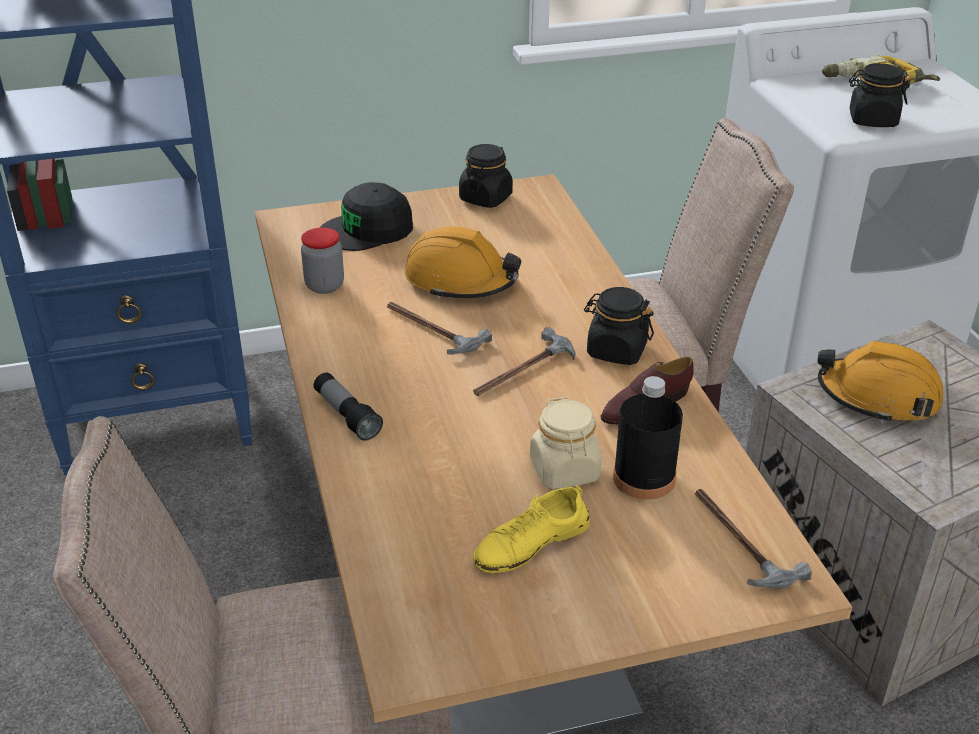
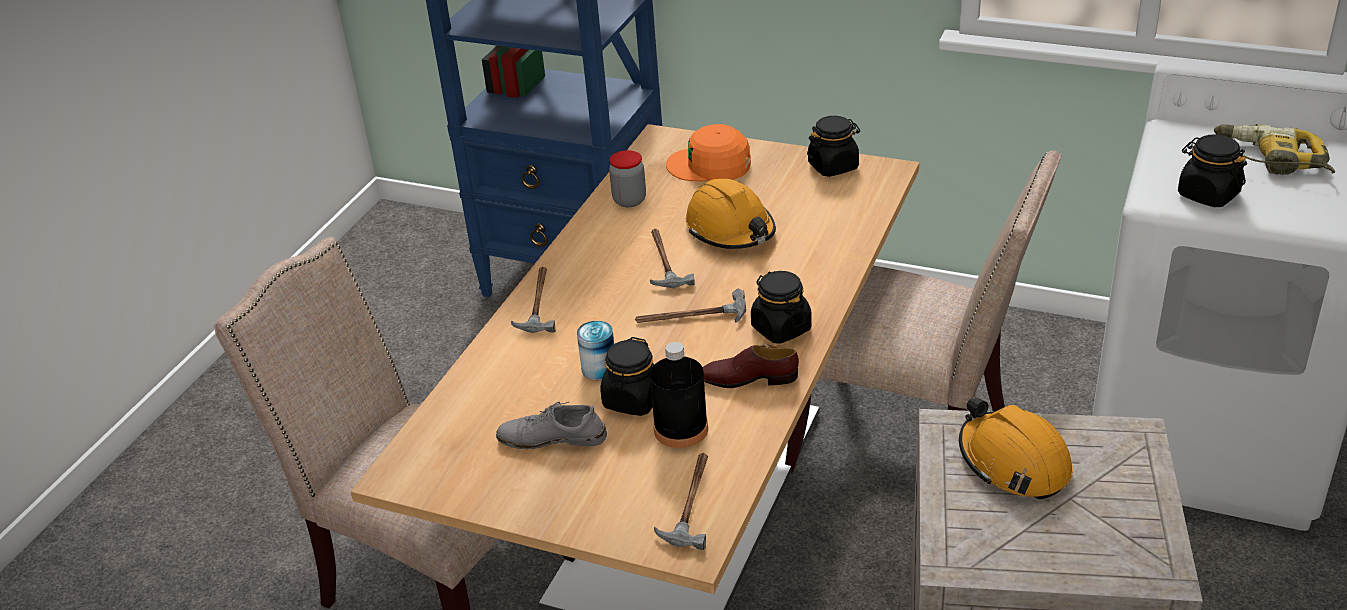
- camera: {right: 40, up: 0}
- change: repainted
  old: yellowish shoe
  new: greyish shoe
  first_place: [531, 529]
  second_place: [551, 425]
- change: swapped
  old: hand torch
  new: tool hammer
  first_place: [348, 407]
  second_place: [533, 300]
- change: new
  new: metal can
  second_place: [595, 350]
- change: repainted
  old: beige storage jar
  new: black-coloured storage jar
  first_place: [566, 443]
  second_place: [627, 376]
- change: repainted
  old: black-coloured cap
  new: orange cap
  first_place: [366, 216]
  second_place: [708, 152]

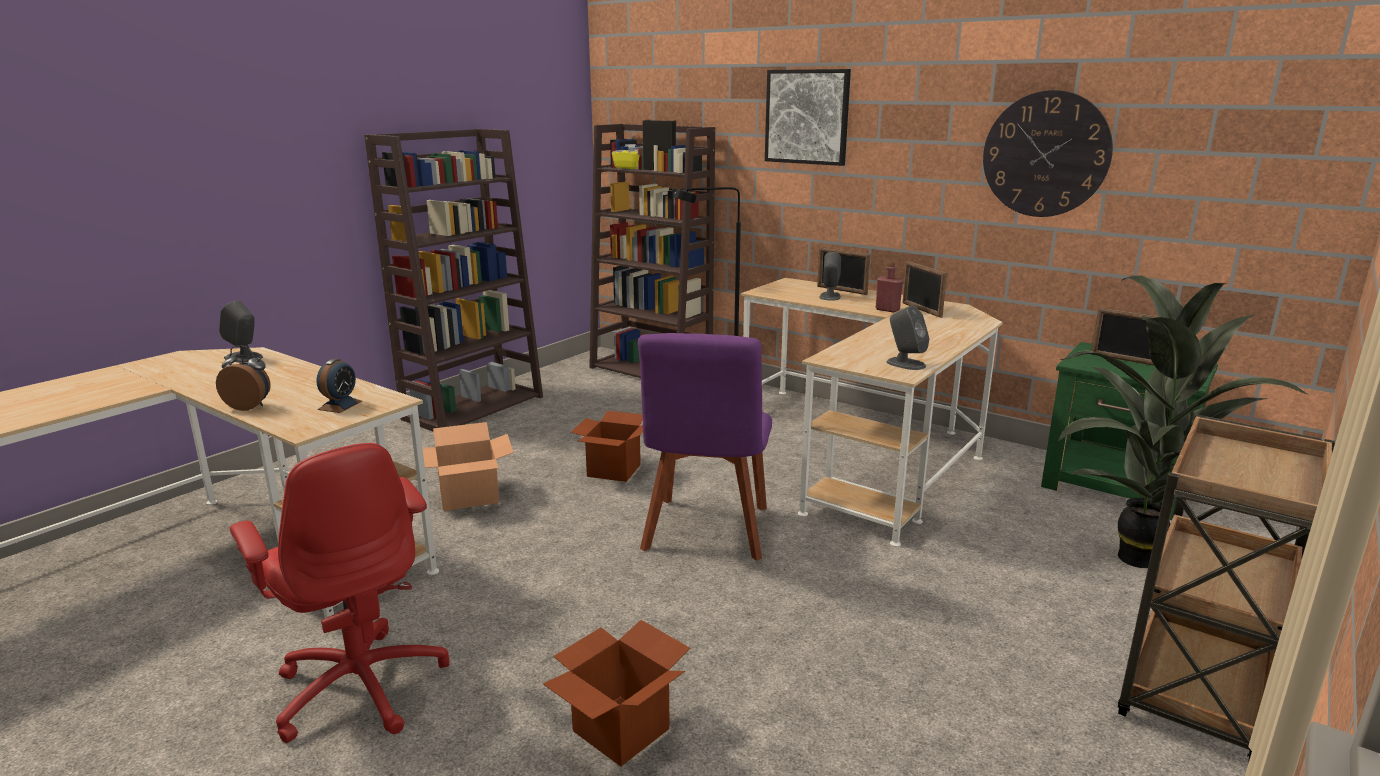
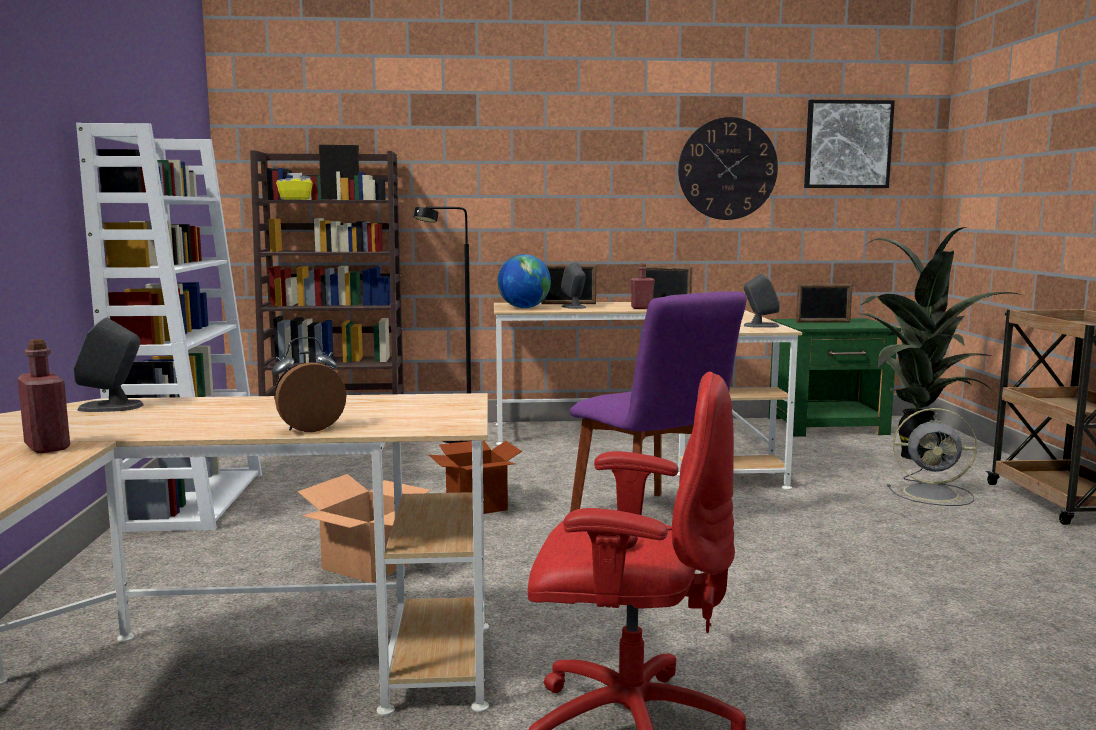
- camera: {right: -40, up: -10}
- change: new
  new: red-coloured beverage bottle
  second_place: [43, 396]
- change: repainted
  old: brownish bookcase
  new: white-coloured bookcase
  first_place: [453, 280]
  second_place: [169, 327]
- change: new
  new: world globe
  second_place: [524, 281]
- change: shifted
  old: wall art
  first_place: [808, 117]
  second_place: [849, 144]
- change: new
  new: greyish electric fan
  second_place: [932, 457]
- change: gone
  old: bedside clock
  first_place: [339, 386]
- change: gone
  old: carton
  first_place: [617, 693]

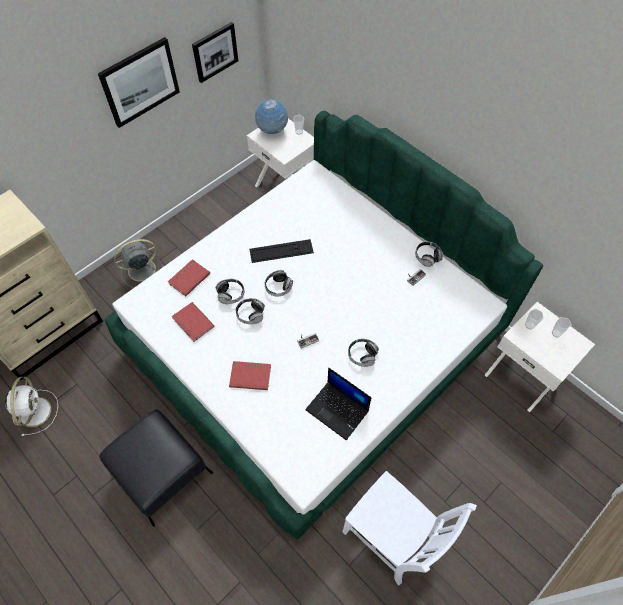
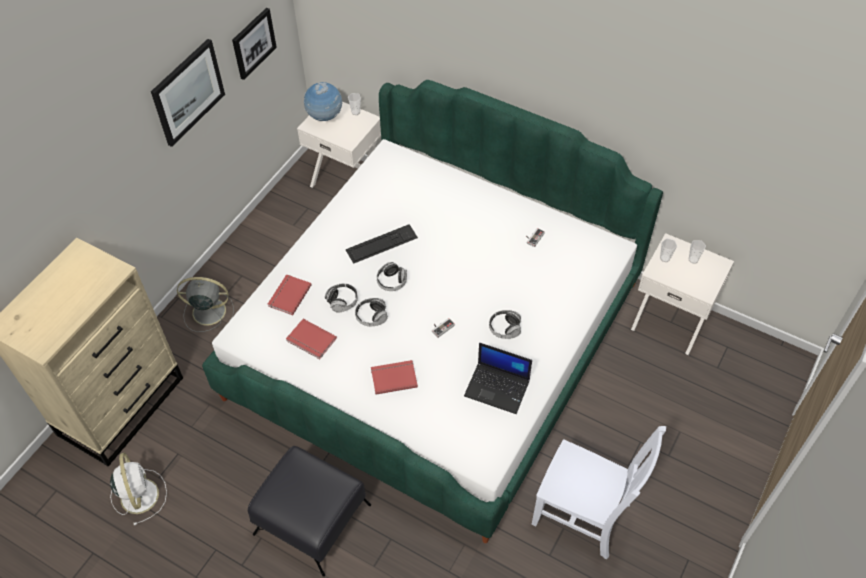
- camera: {right: -15, up: -5}
- change: rotated
  old: greyish electric fan
  first_place: [139, 263]
  second_place: [205, 304]
  degrees: 45
- change: gone
  old: headphones
  first_place: [429, 254]

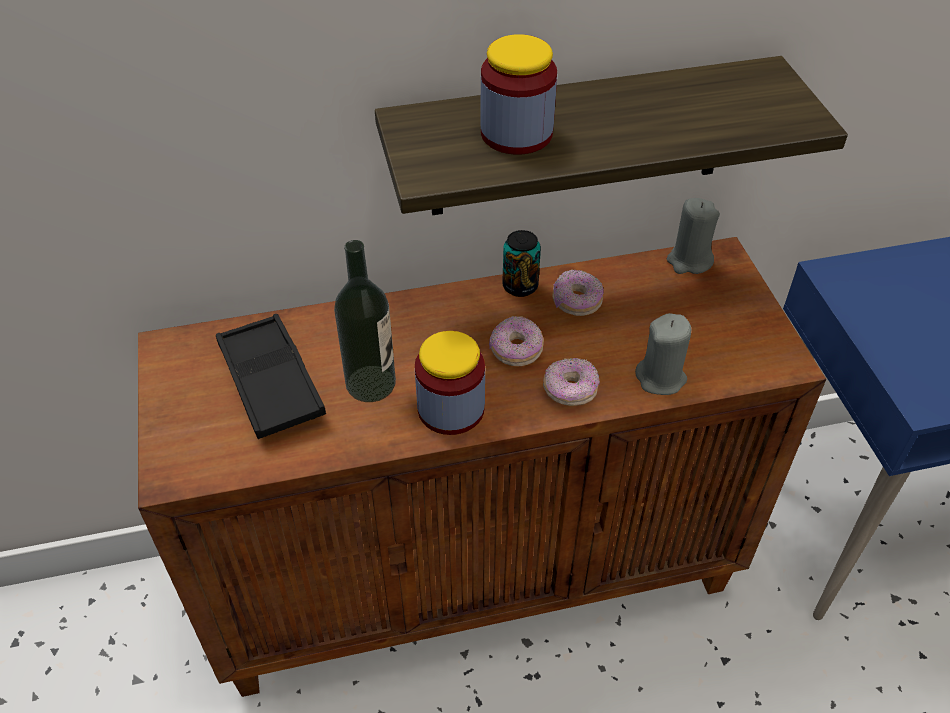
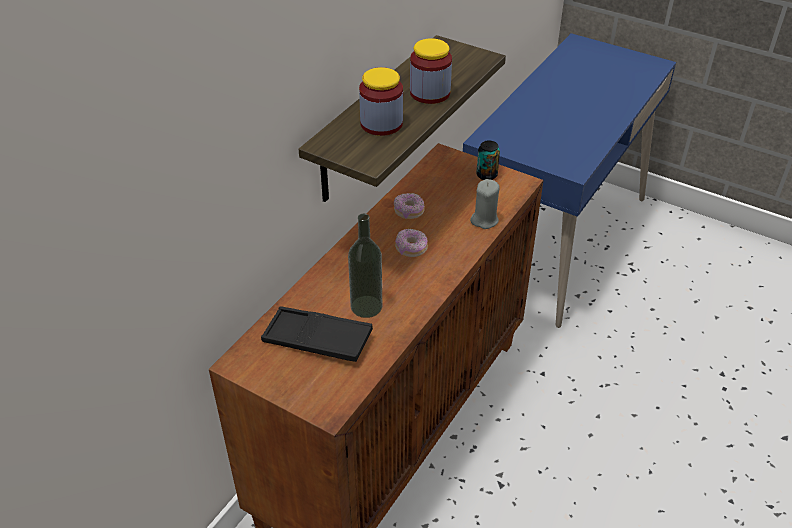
- camera: {right: -45, up: -5}
- change: shifted
  old: storage jar
  first_place: [450, 383]
  second_place: [431, 71]
- change: shifted
  old: metal can
  first_place: [521, 263]
  second_place: [488, 160]
- change: gone
  old: doughnut
  first_place: [571, 382]
- change: gone
  old: greyish wax light
  first_place: [693, 236]

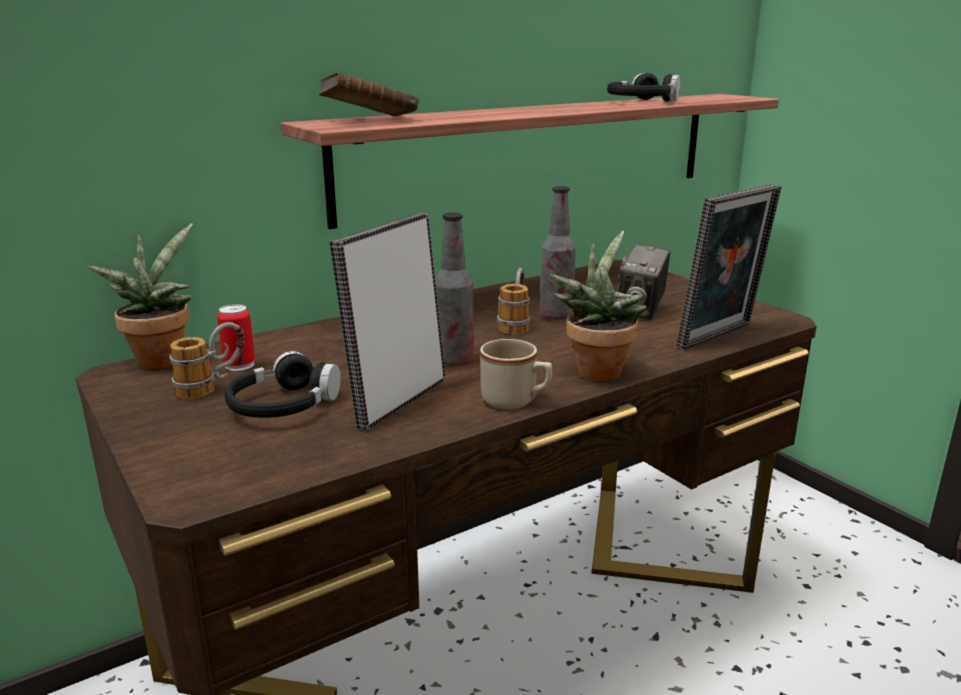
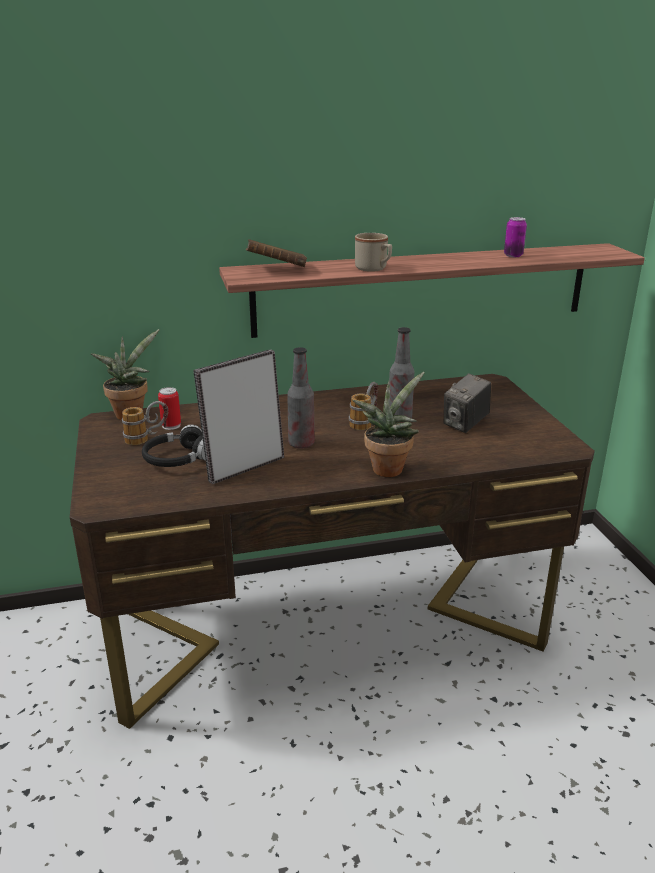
- camera: {right: 20, up: 5}
- change: shifted
  old: beige mug
  first_place: [516, 374]
  second_place: [373, 252]
- change: swapped
  old: black-coloured headphones
  new: metal can
  first_place: [643, 87]
  second_place: [515, 237]
- change: gone
  old: picture frame
  first_place: [729, 266]

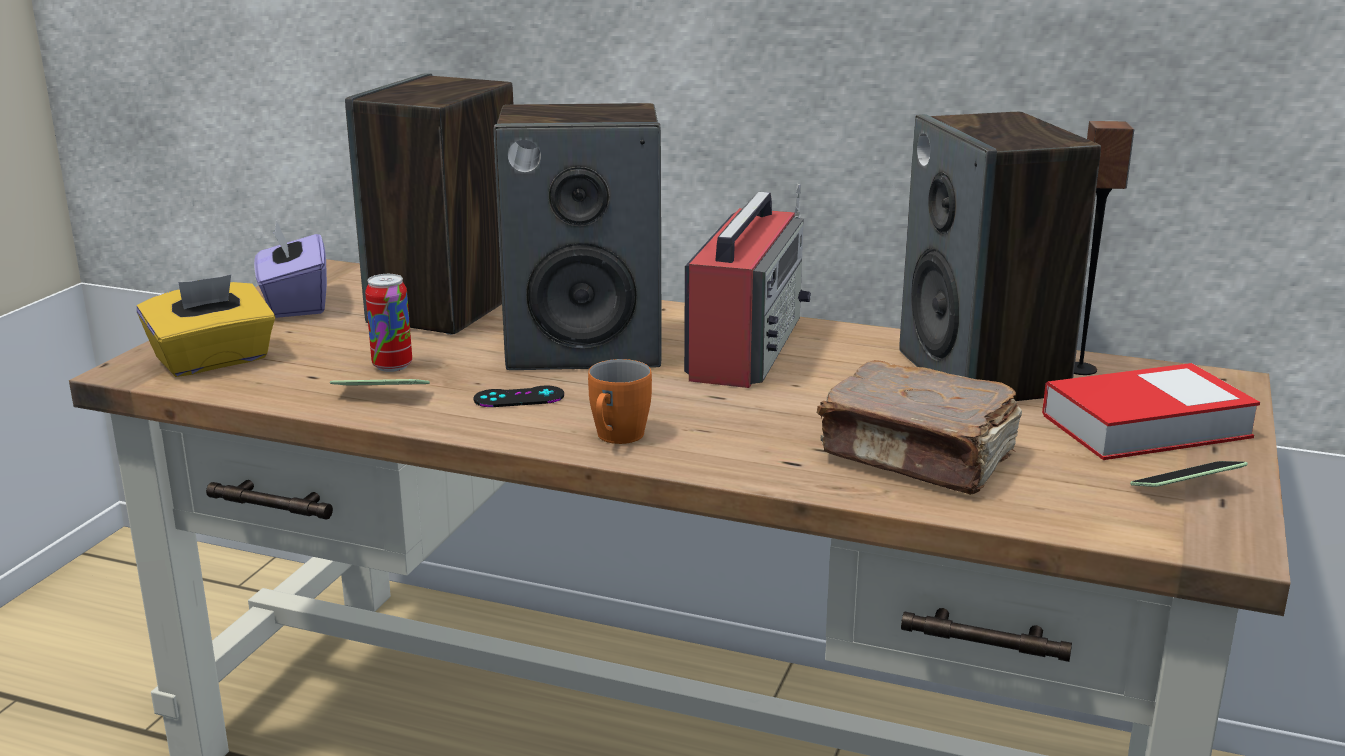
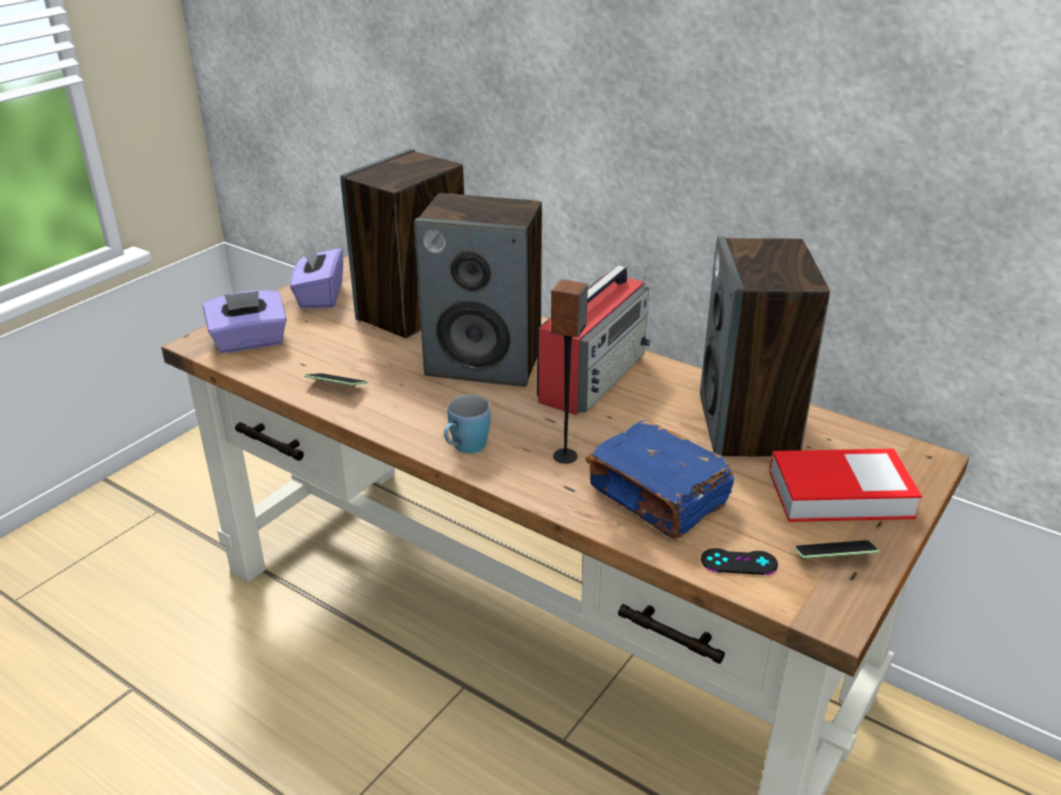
- camera: {right: 15, up: 10}
- change: repainted
  old: yellowish box of tissues
  new: purple-coloured box of tissues
  first_place: [206, 326]
  second_place: [245, 321]
- change: repainted
  old: orange mug
  new: blue-coloured mug
  first_place: [620, 401]
  second_place: [467, 424]
- change: shifted
  old: loudspeaker
  first_place: [1104, 248]
  second_place: [569, 371]
- change: repainted
  old: brownish book
  new: blue-coloured book
  first_place: [919, 427]
  second_place: [660, 479]
- change: shifted
  old: black-coloured gamepad
  first_place: [518, 396]
  second_place: [739, 561]
- change: gone
  old: metal can
  first_place: [388, 323]

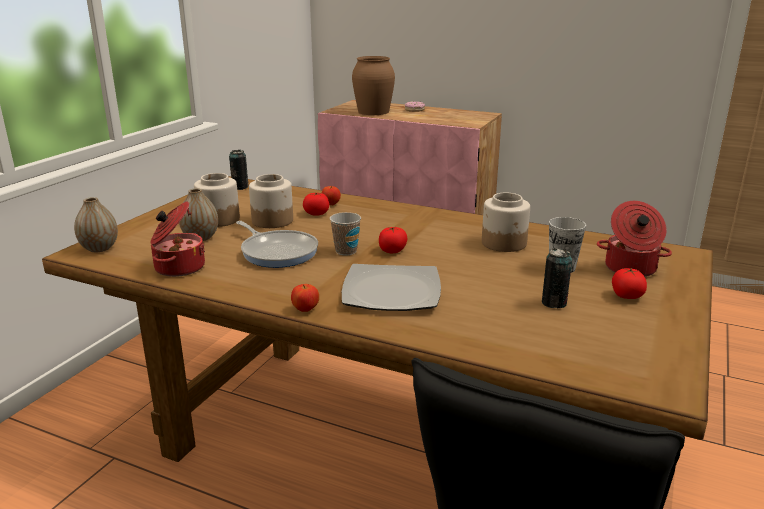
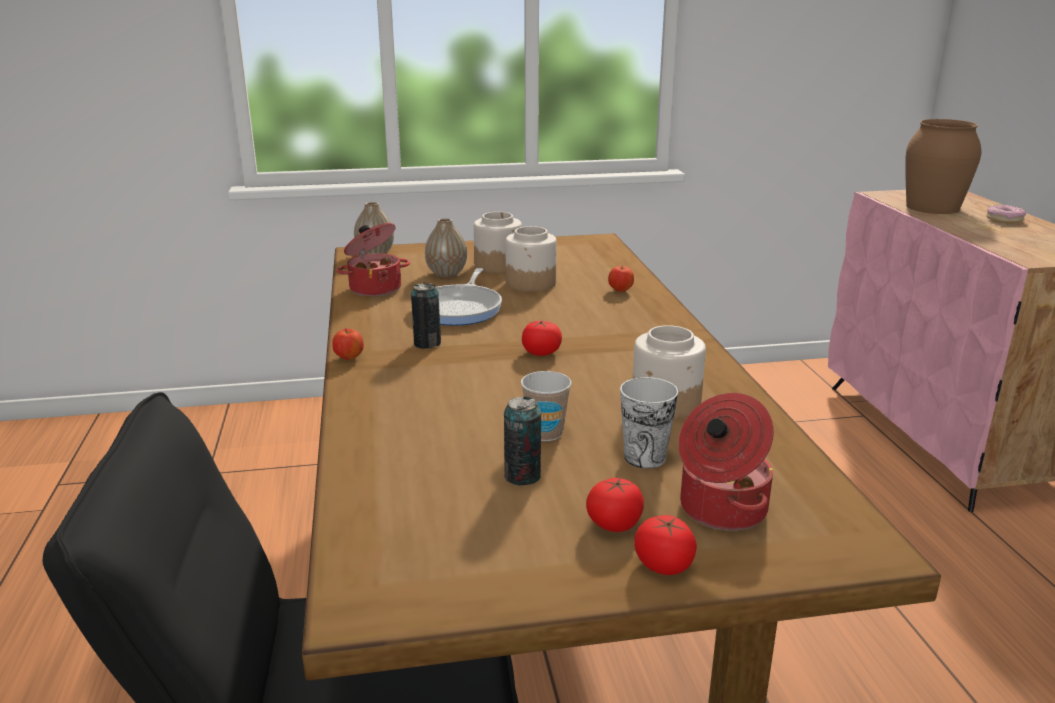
- camera: {right: 55, up: 0}
- change: shifted
  old: metal can
  first_place: [239, 170]
  second_place: [426, 316]
- change: shifted
  old: small cup
  first_place: [345, 234]
  second_place: [546, 406]
- change: shifted
  old: whole tomato
  first_place: [316, 204]
  second_place: [665, 545]
- change: gone
  old: dinner plate
  first_place: [391, 287]

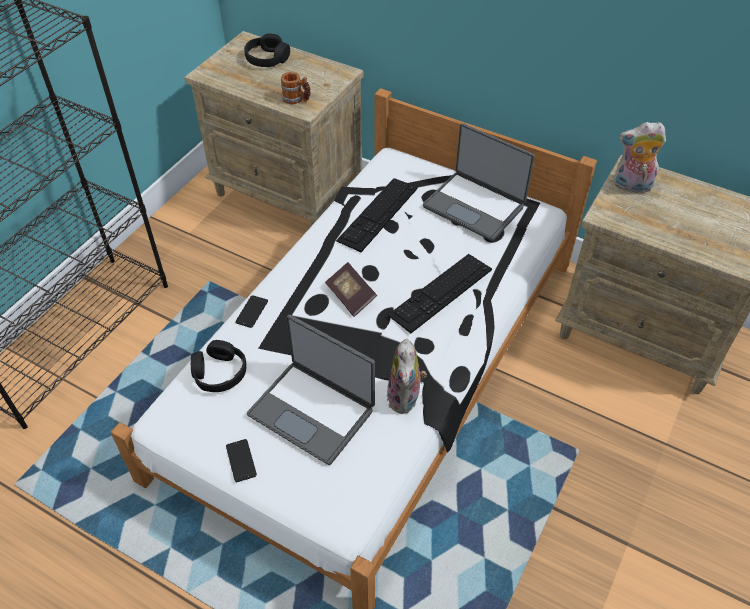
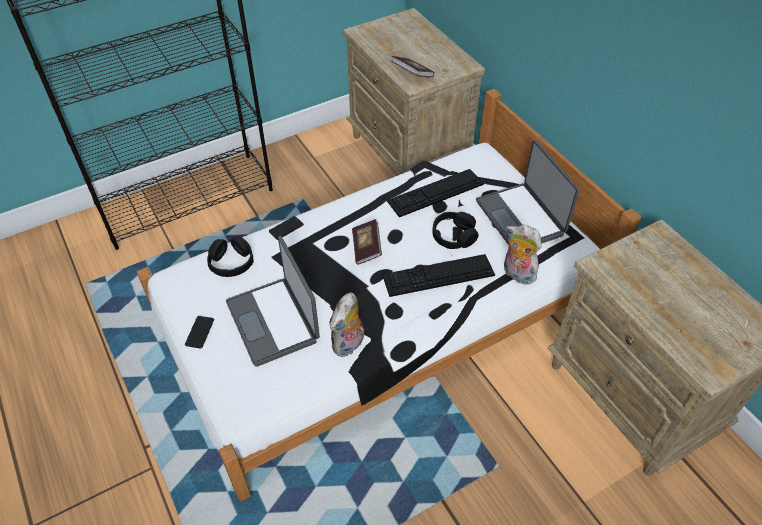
- camera: {right: 30, up: 0}
- change: swapped
  old: mug
  new: book
  first_place: [296, 88]
  second_place: [413, 66]
- change: shifted
  old: black-coloured headphones
  first_place: [267, 50]
  second_place: [455, 230]
- change: shifted
  old: cuddly toy
  first_place: [640, 157]
  second_place: [523, 255]

